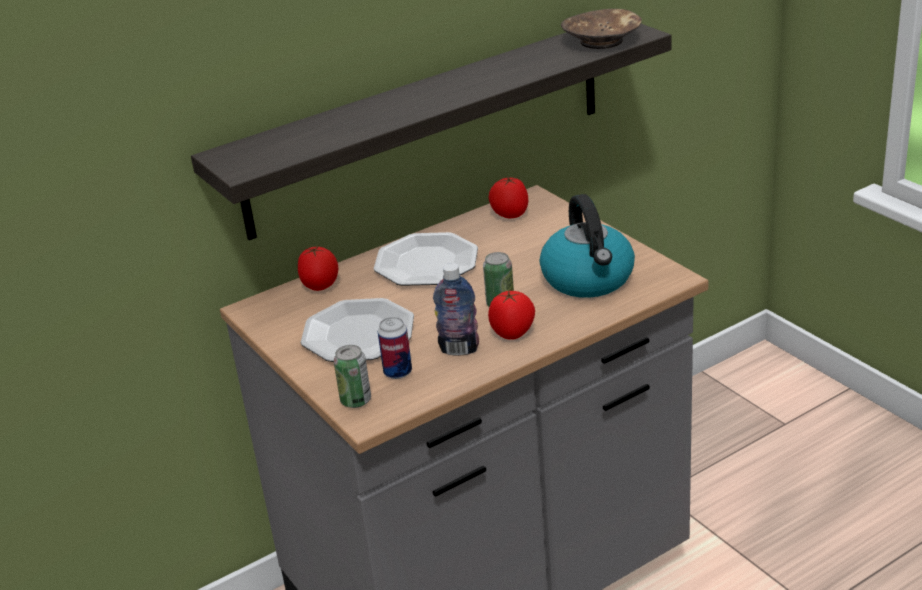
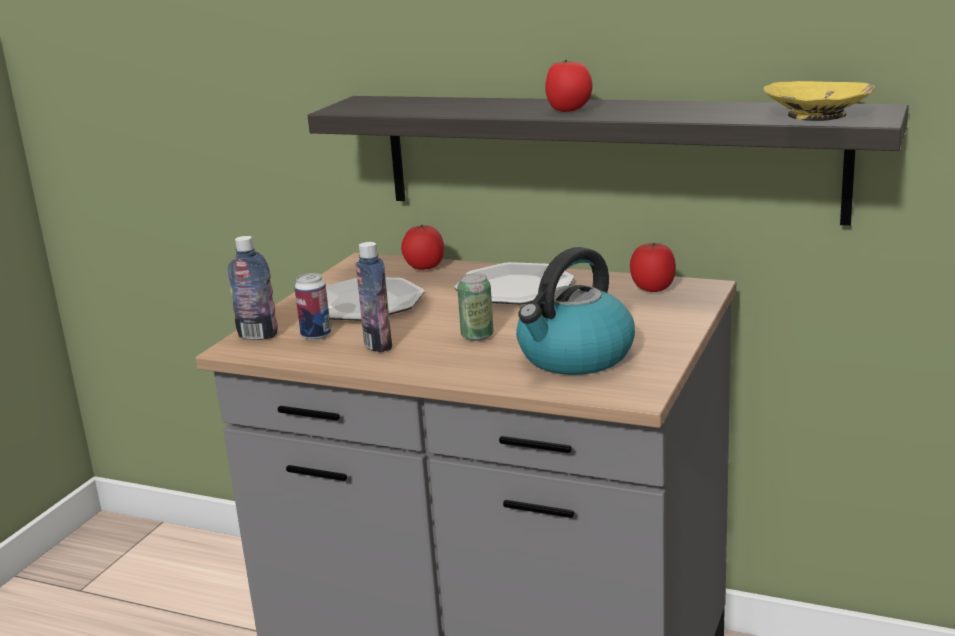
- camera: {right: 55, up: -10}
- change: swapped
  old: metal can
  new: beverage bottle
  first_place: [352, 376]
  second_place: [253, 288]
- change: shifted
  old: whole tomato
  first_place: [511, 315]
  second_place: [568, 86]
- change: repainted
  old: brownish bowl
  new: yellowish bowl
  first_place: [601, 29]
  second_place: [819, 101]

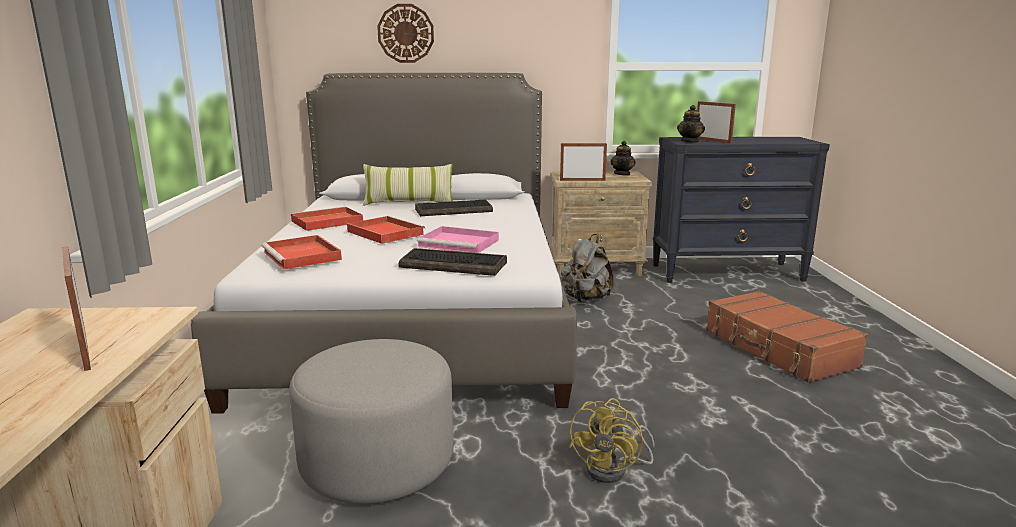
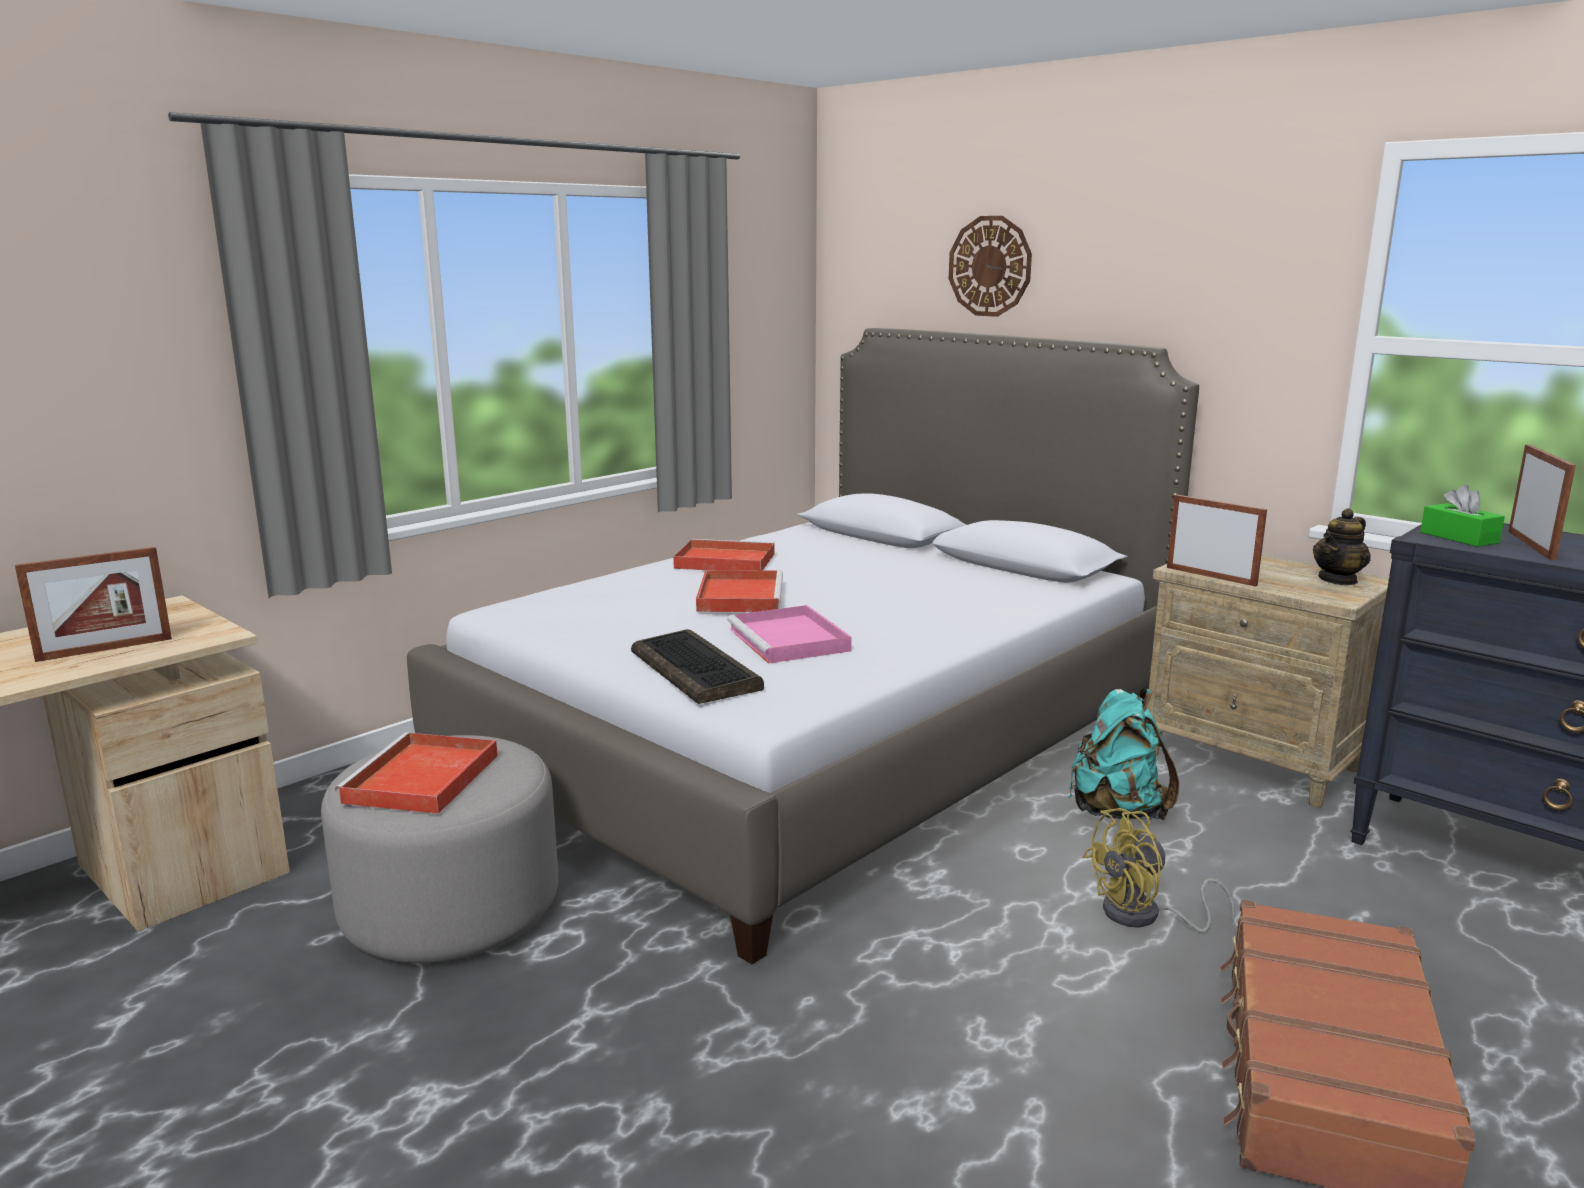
- camera: {right: 45, up: 0}
- change: rotated
  old: picture frame
  first_place: [76, 308]
  second_place: [93, 604]
  degrees: -135
- change: shifted
  old: red-coloured carrying tray
  first_place: [301, 252]
  second_place: [416, 773]
- change: repainted
  old: greyish rucksack
  new: turquoise-coloured rucksack
  first_place: [587, 268]
  second_place: [1124, 754]
- change: shifted
  old: yellowish electric fan
  first_place: [612, 440]
  second_place: [1158, 870]
- change: swapped
  old: pot for tea
  new: green-coloured box of tissues
  first_place: [691, 124]
  second_place: [1462, 516]
- change: gone
  old: cushion
  first_place: [408, 185]
- change: gone
  old: computer keyboard
  first_place: [454, 208]

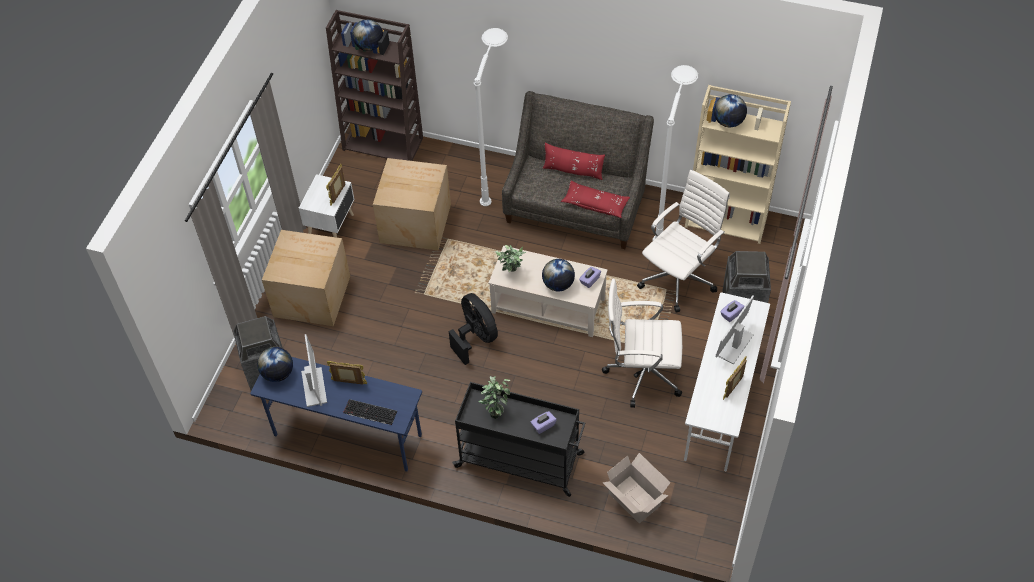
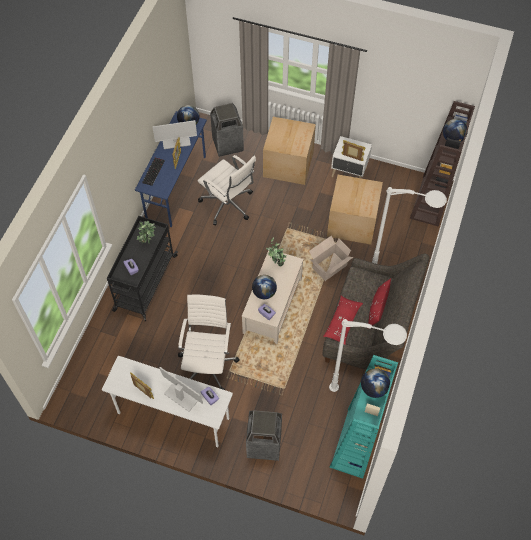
- camera: {right: 90, up: 5}
- change: shifted
  old: white-coloured computer chair
  first_place: [683, 241]
  second_place: [226, 190]
- change: shifted
  old: carton
  first_place: [636, 488]
  second_place: [331, 258]
- change: repainted
  old: beige bookcase
  new: turquoise-coloured bookcase
  first_place: [738, 164]
  second_place: [363, 417]
- change: gone
  old: black-coloured electric fan
  first_place: [473, 329]

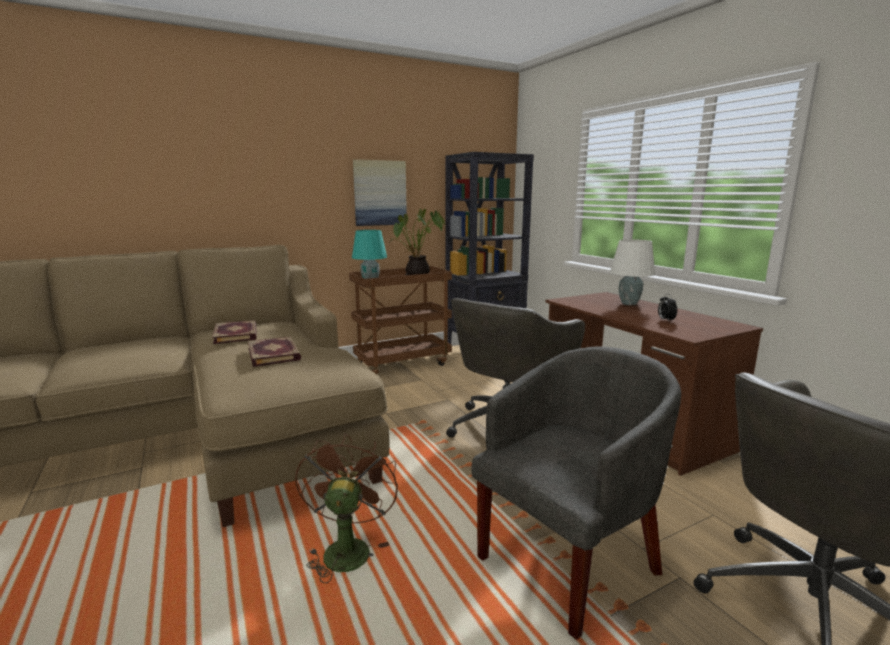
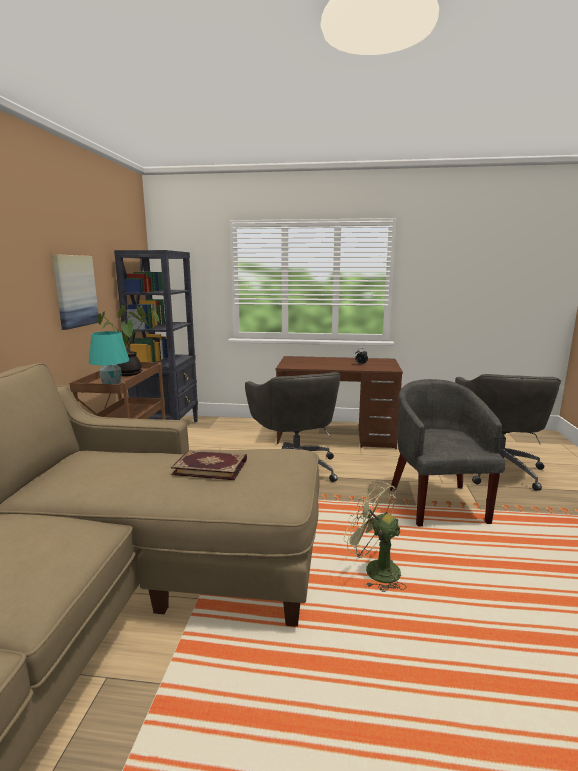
- camera: {right: -55, up: 0}
- change: repainted
  old: brownish electric fan
  new: green-coloured electric fan
  first_place: [346, 508]
  second_place: [375, 536]
- change: gone
  old: book
  first_place: [234, 332]
- change: gone
  old: white-coloured table lamp
  first_place: [632, 272]

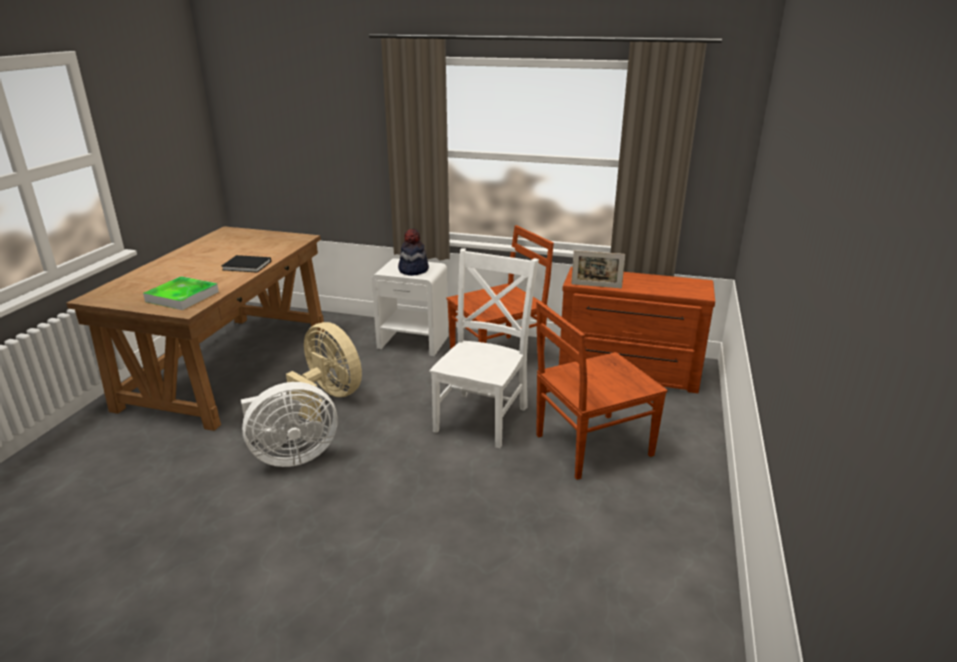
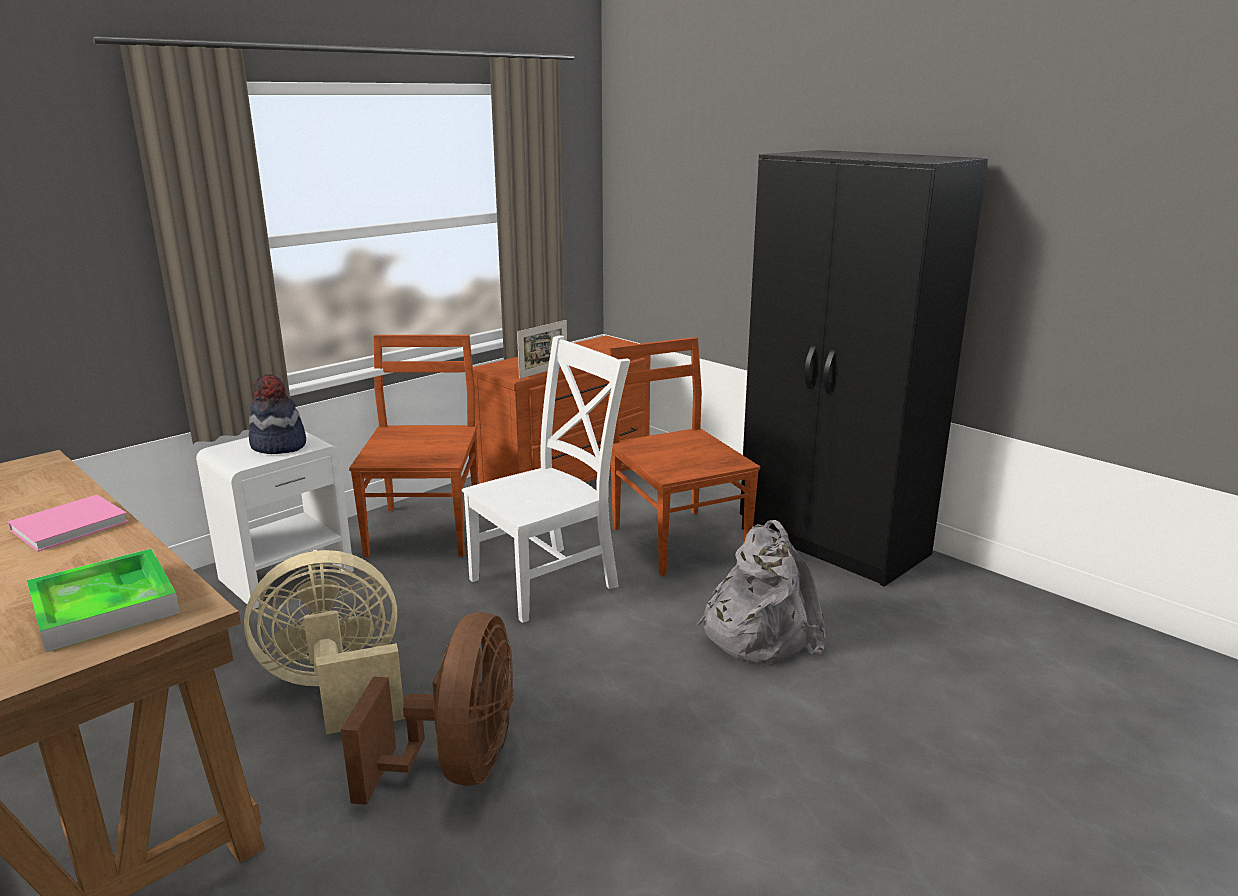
- camera: {right: -60, up: -5}
- change: repainted
  old: black-coloured book
  new: pink-coloured book
  first_place: [246, 264]
  second_place: [68, 523]
- change: repainted
  old: white-coloured electric fan
  new: brownish electric fan
  first_place: [289, 424]
  second_place: [427, 708]
- change: rotated
  old: white-coloured chair
  first_place: [484, 348]
  second_place: [546, 479]
  degrees: 90
- change: rotated
  old: brownish chair
  first_place: [602, 390]
  second_place: [684, 456]
  degrees: 150
- change: new
  new: greyish rucksack
  second_place: [761, 592]
- change: new
  new: black-coloured wardrobe
  second_place: [864, 368]

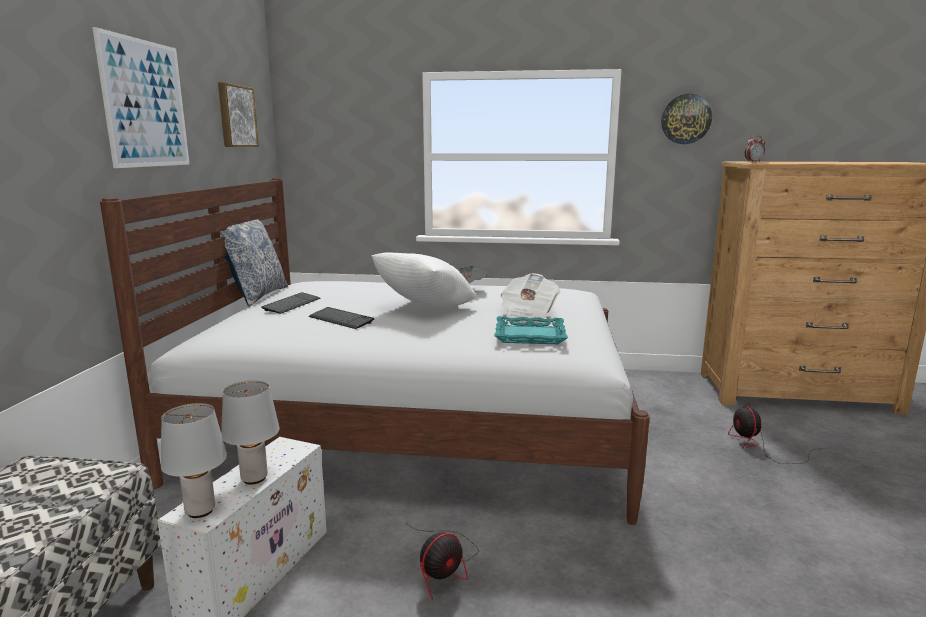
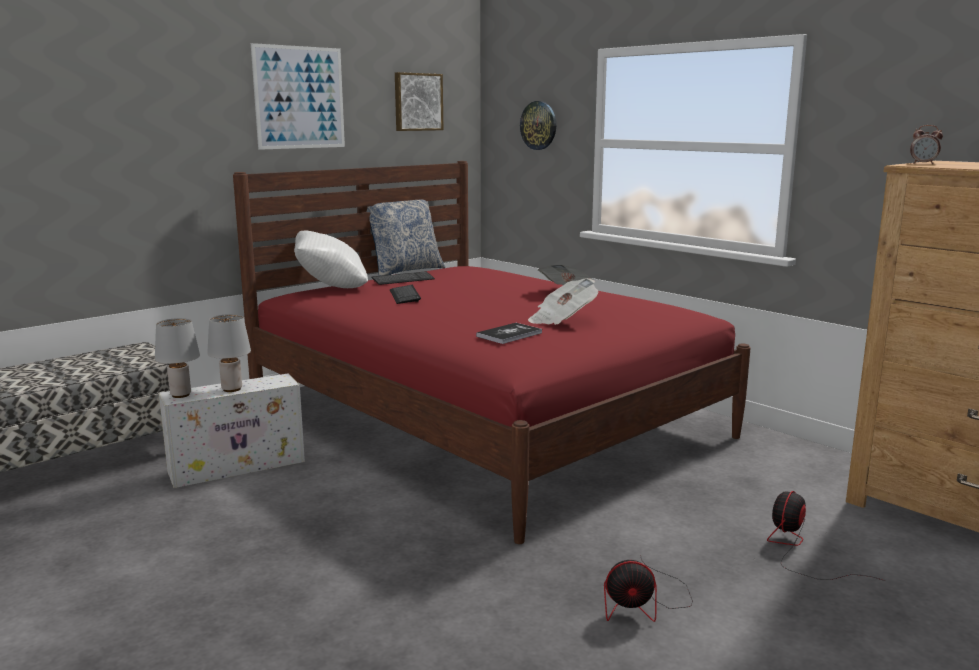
- camera: {right: 40, up: 0}
- change: repainted
  old: white-coloured bed
  new: red-coloured bed
  first_place: [375, 351]
  second_place: [492, 352]
- change: shifted
  old: white-coloured cushion
  first_place: [424, 280]
  second_place: [331, 259]
- change: swapped
  old: turquoise-coloured carrying tray
  new: book
  first_place: [531, 330]
  second_place: [509, 333]
- change: shifted
  old: clock on the wall
  first_place: [686, 119]
  second_place: [538, 125]
- change: shifted
  old: electric fan
  first_place: [443, 561]
  second_place: [648, 588]

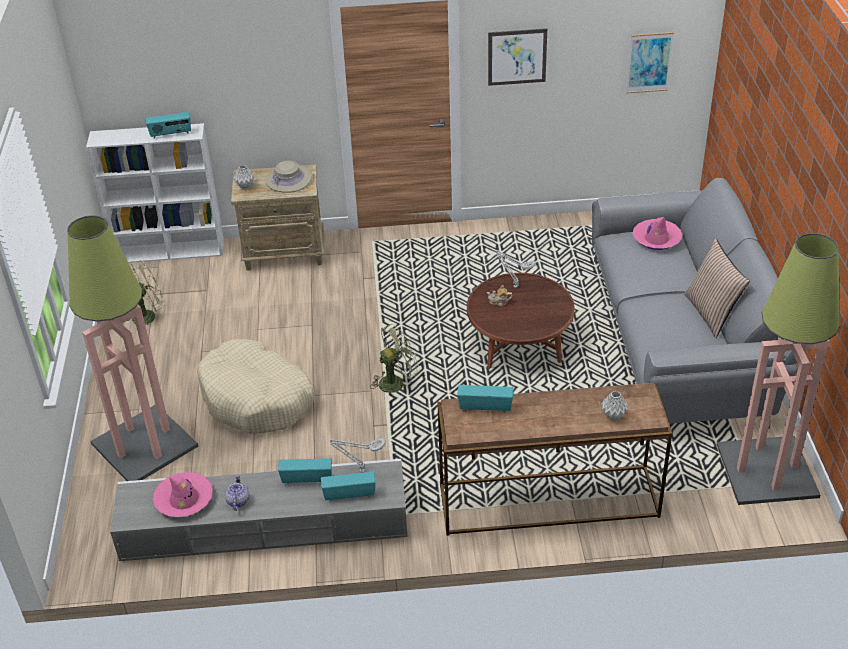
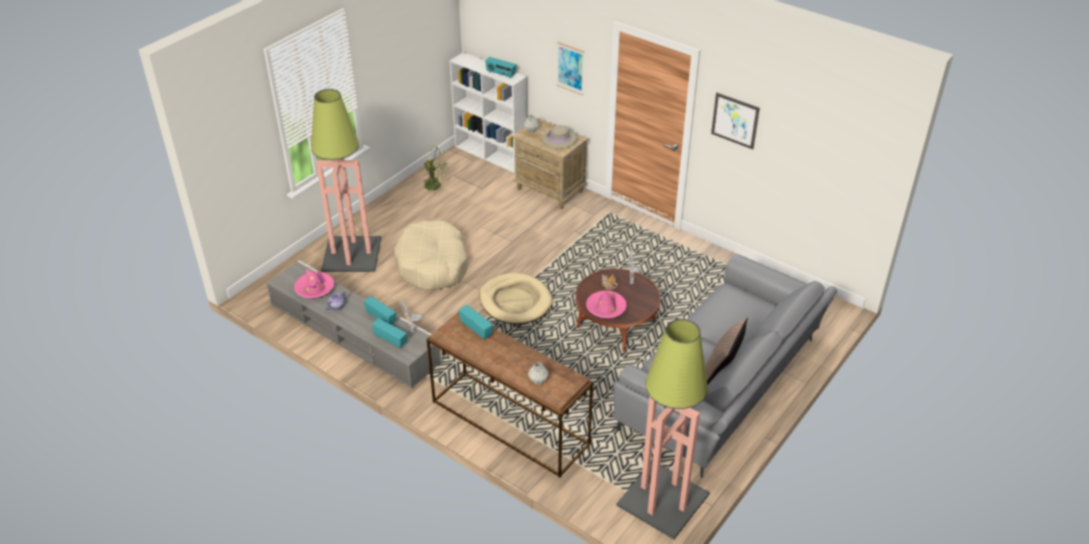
- camera: {right: 40, up: 0}
- change: swapped
  old: green-coloured electric fan
  new: beige dog cushion
  first_place: [395, 358]
  second_place: [515, 298]
- change: shifted
  old: wall art
  first_place: [650, 63]
  second_place: [570, 68]
- change: shifted
  old: pink-coloured clothing hat
  first_place: [658, 233]
  second_place: [606, 304]

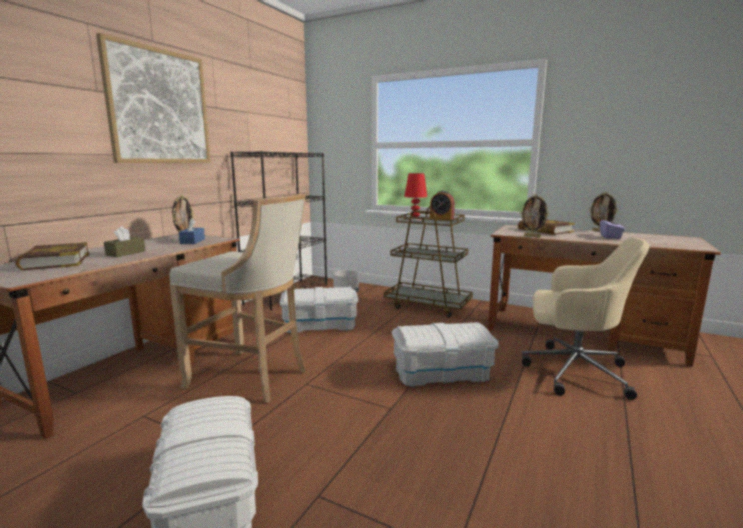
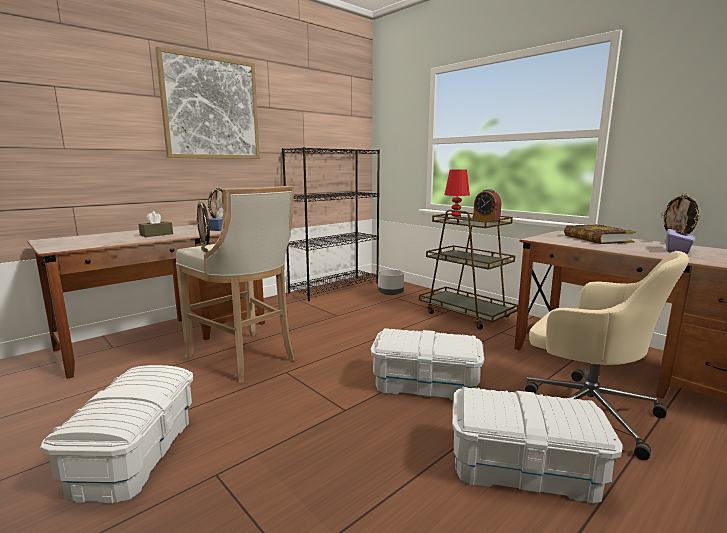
- camera: {right: 20, up: 0}
- change: shifted
  old: picture frame
  first_place: [534, 215]
  second_place: [203, 226]
- change: shifted
  old: white-coloured storage bin
  first_place: [319, 310]
  second_place: [537, 445]
- change: gone
  old: book
  first_place: [52, 256]

